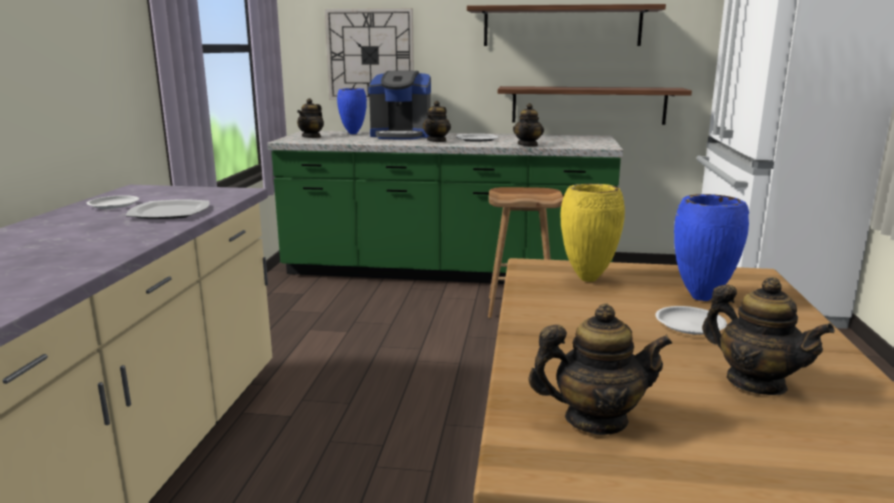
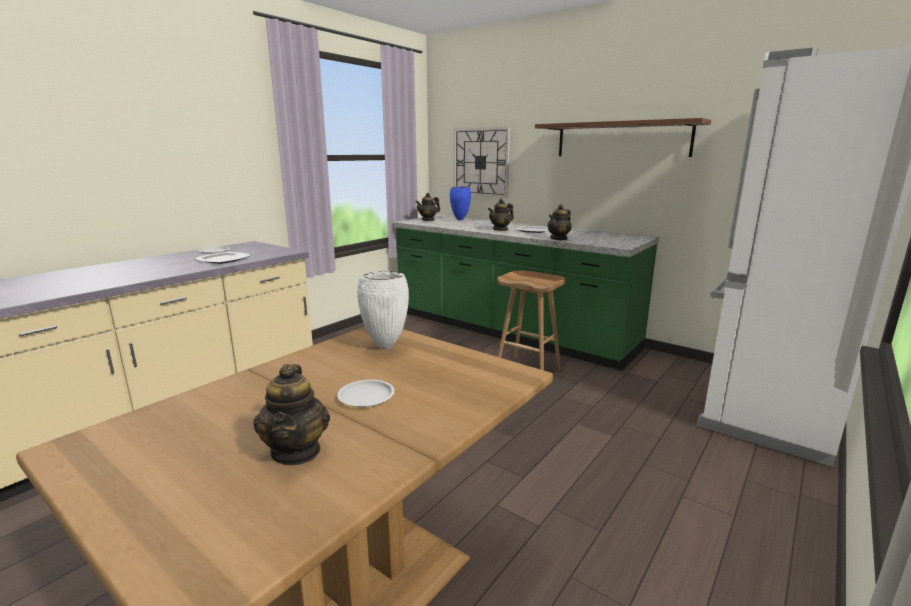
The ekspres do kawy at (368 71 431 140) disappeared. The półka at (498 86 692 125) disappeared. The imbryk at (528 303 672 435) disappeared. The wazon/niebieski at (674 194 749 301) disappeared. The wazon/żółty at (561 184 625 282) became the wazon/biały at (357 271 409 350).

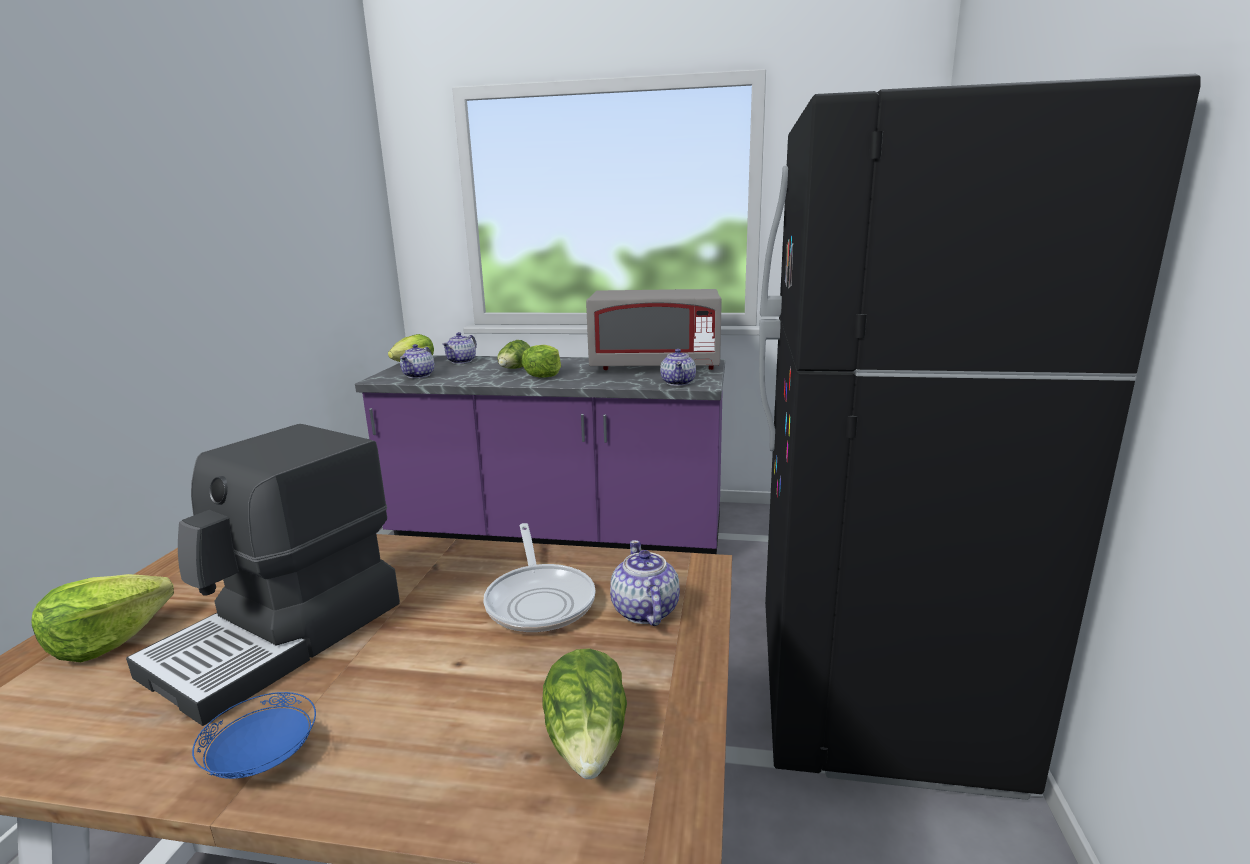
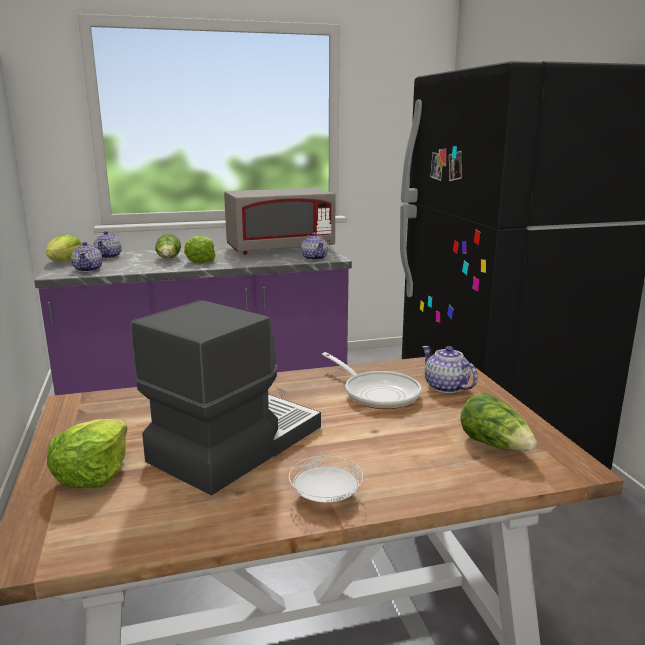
The talerz/niebieski at (192 692 316 779) became the talerz/biały at (289 456 363 502). The ekspres do kawy at (126 424 400 726) turned 150 degrees counterclockwise.

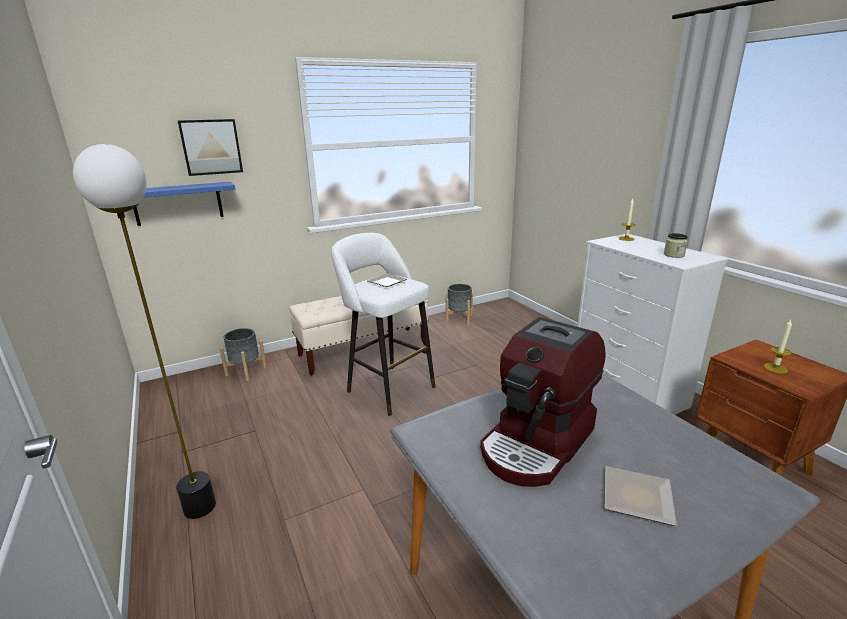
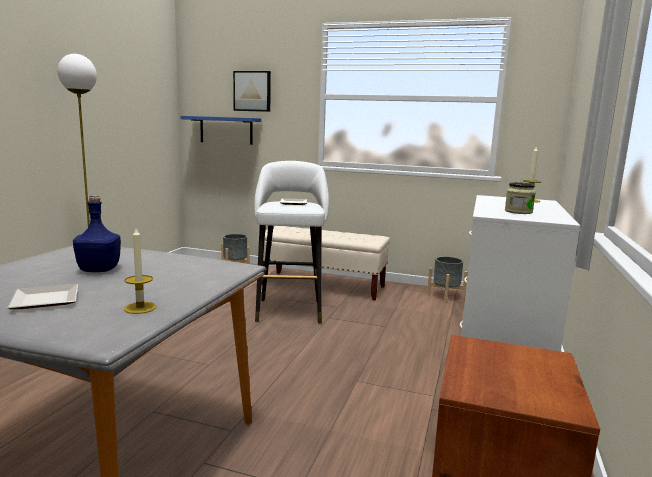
The świeca moved from (764 320 792 374) to (124 228 157 314). The ekspres do kawy at (480 317 606 487) was replaced by the butelka/niebieski at (73 195 121 272).

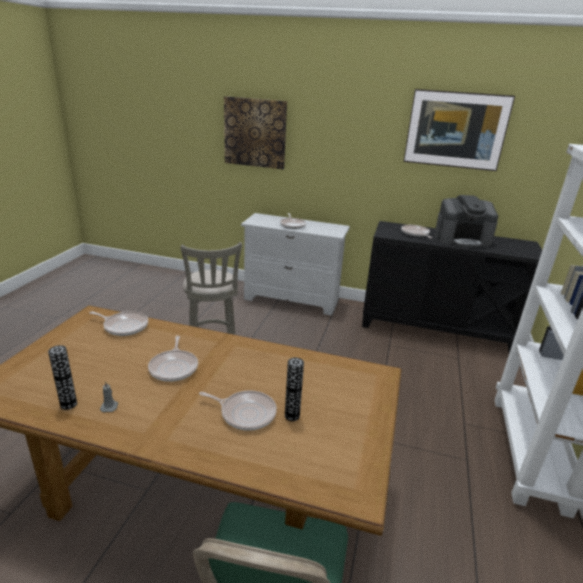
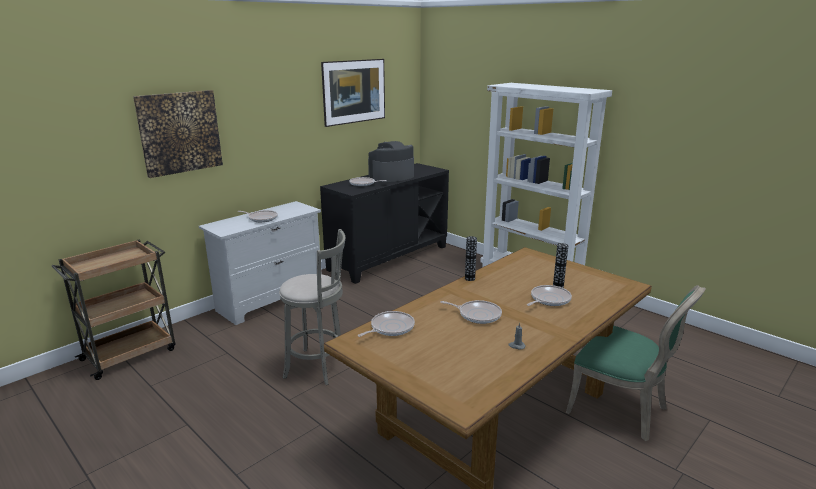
The wózek/brązowy at (51 240 175 380) appeared. The wazon moved from (48 345 77 410) to (465 236 477 281). The ekspres do kawy at (434 195 498 248) turned 150 degrees counterclockwise.

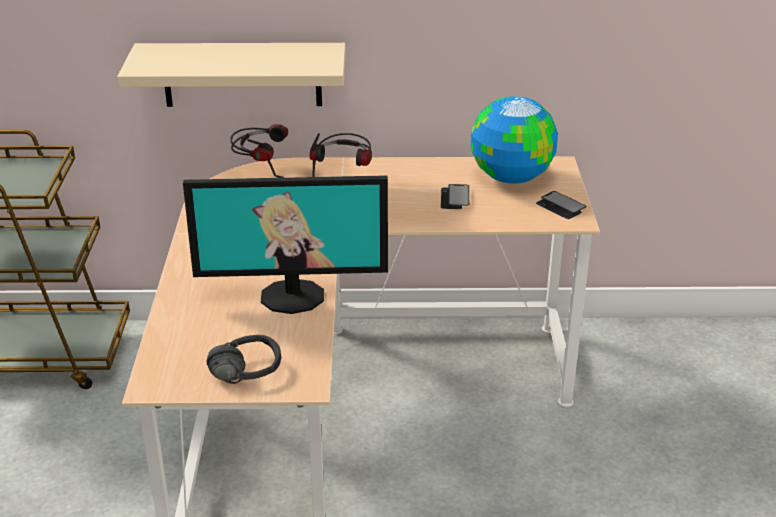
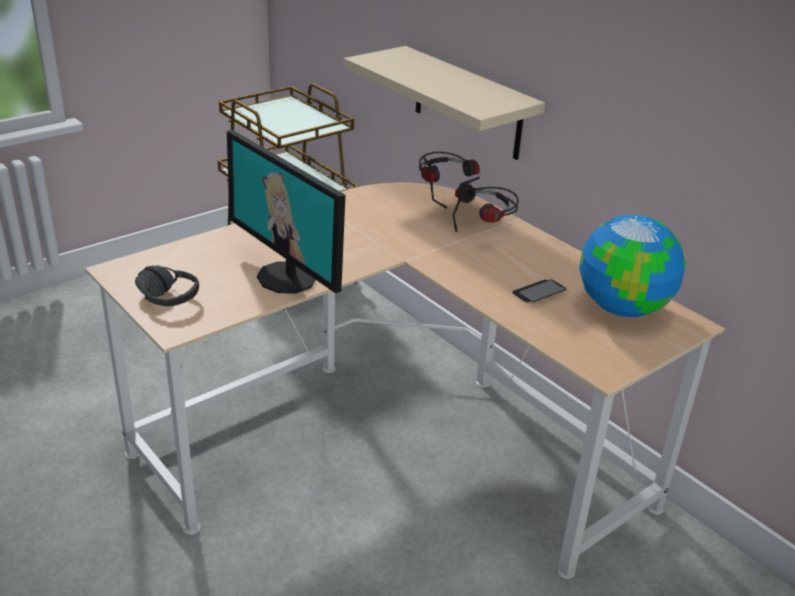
The telefon at (536 191 586 219) disappeared.

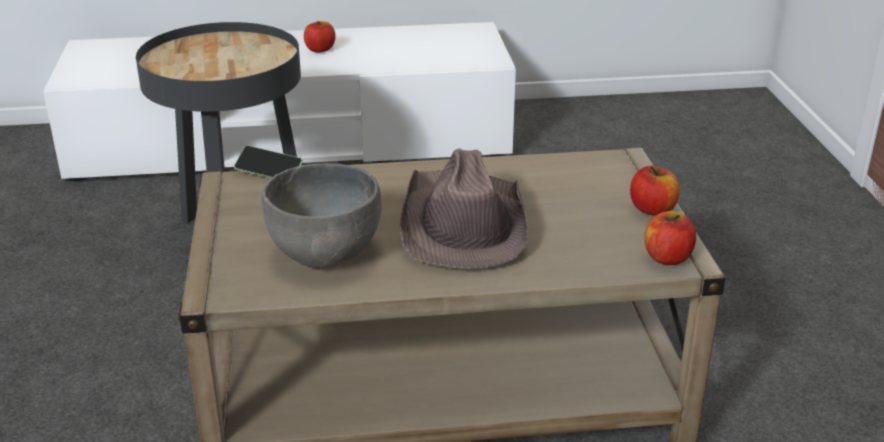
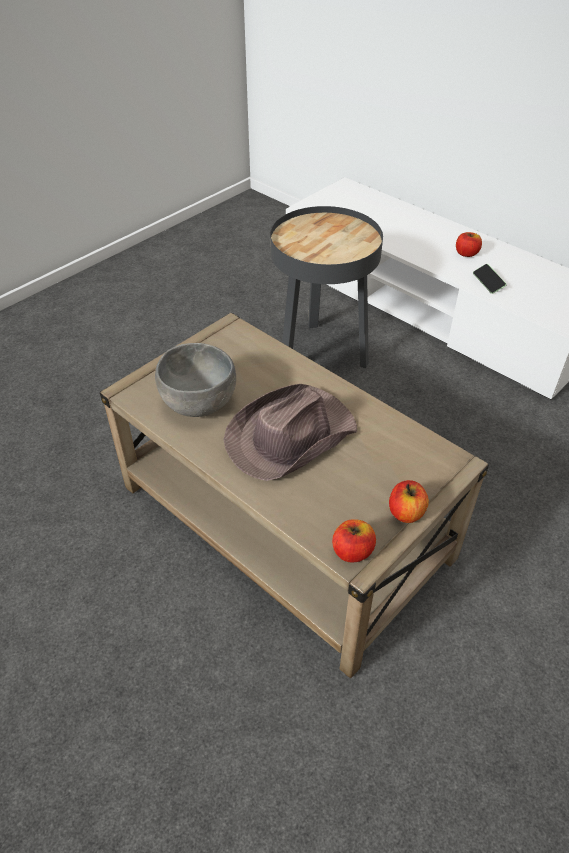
The telefon moved from (234 145 303 178) to (473 264 507 294).

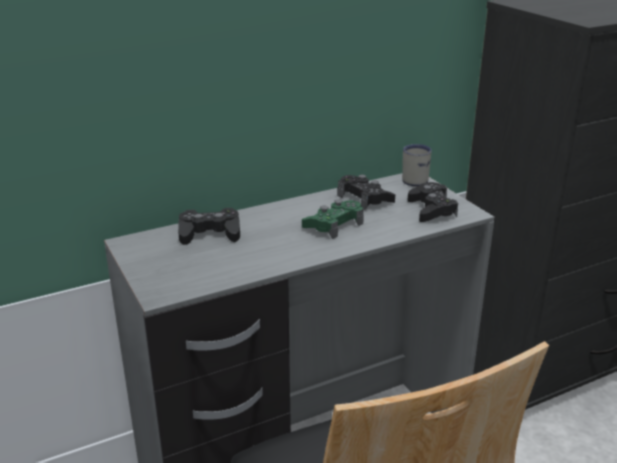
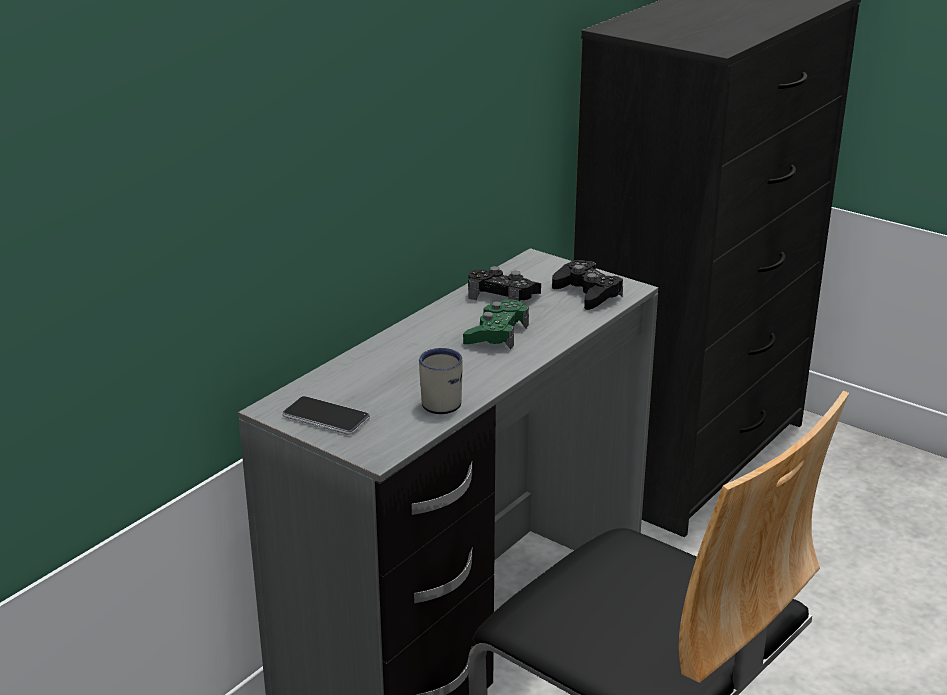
The pad do gier/czarny at (178 208 240 245) disappeared. The telefon at (282 396 370 435) appeared. The kubek/biały moved from (402 144 432 187) to (419 348 462 414).

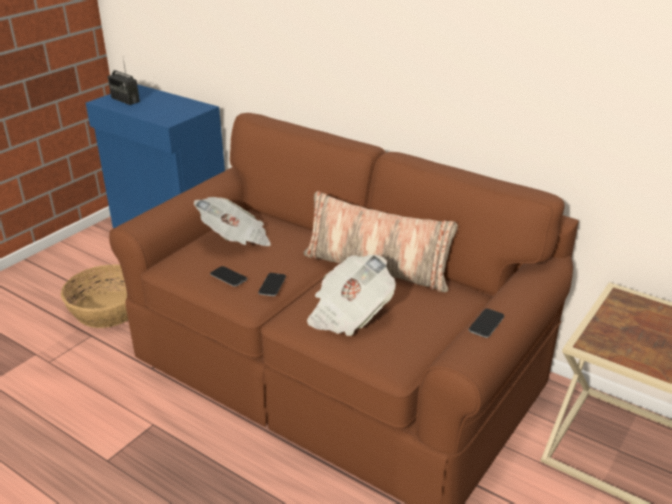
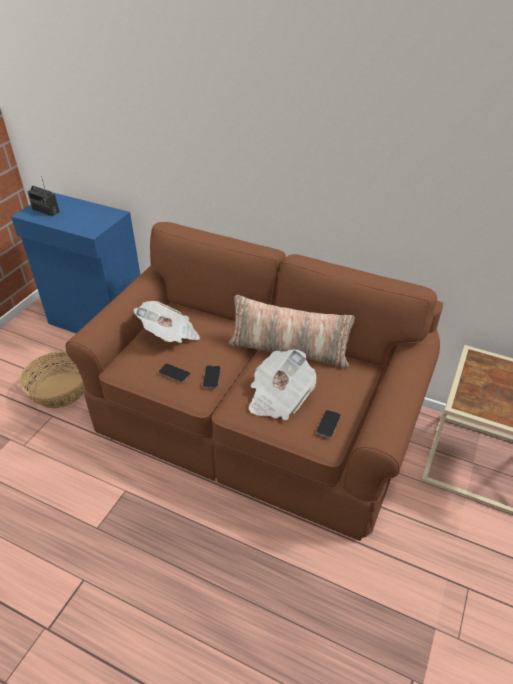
The telefon moved from (469 309 504 338) to (316 410 341 438).

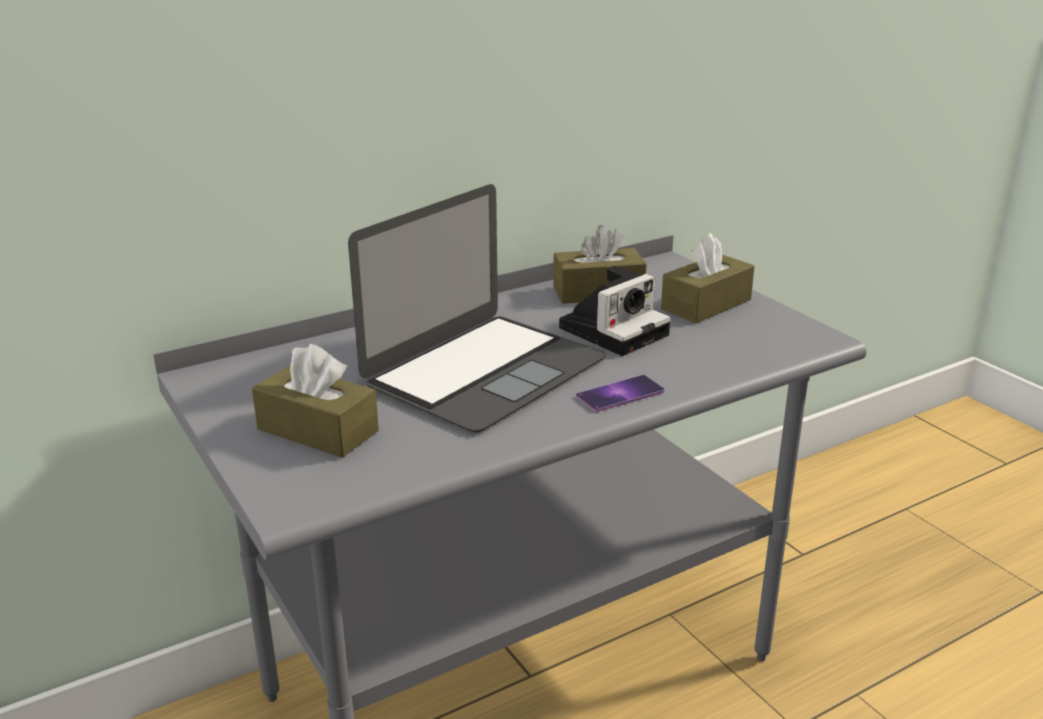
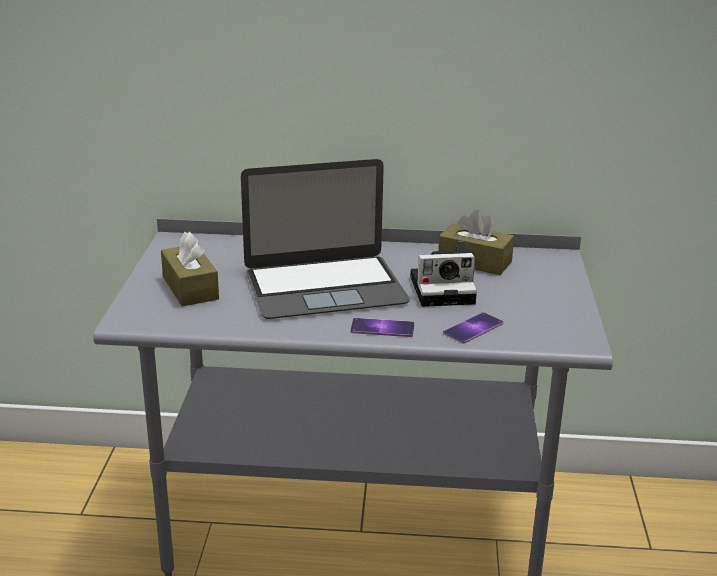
The pudełko chusteczek/brązowy at (661 233 754 323) disappeared. The telefon at (443 312 503 344) appeared.

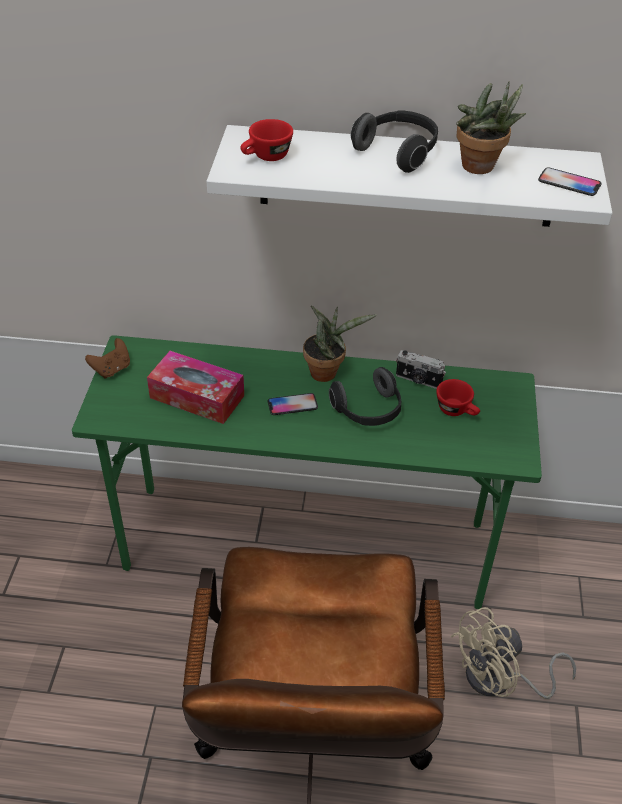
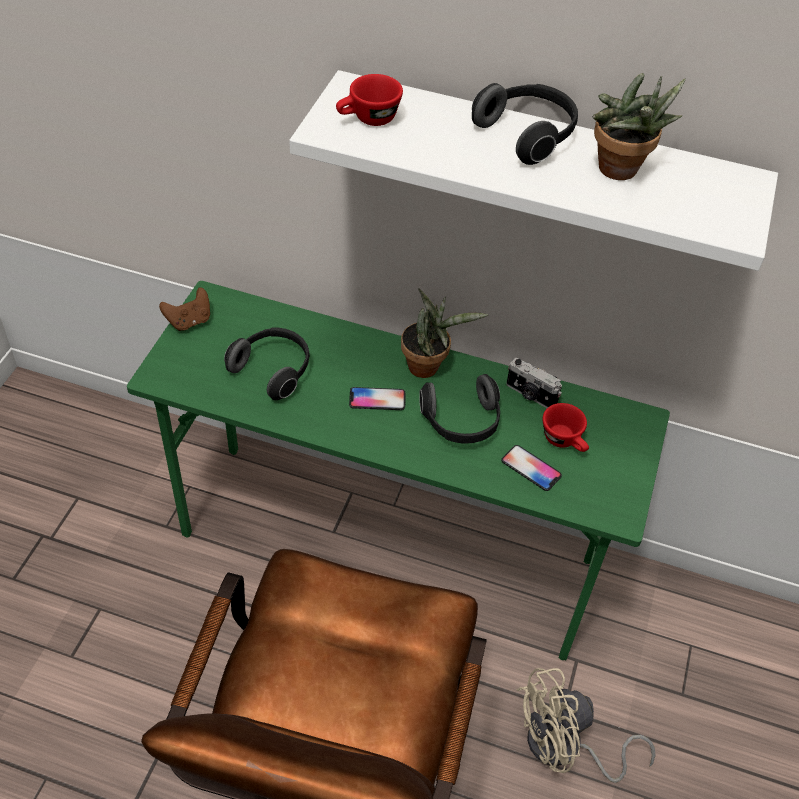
The telefon moved from (538 167 602 196) to (501 445 562 491). The pudełko chusteczek at (147 351 244 424) was replaced by the słuchawki at (224 327 310 400).

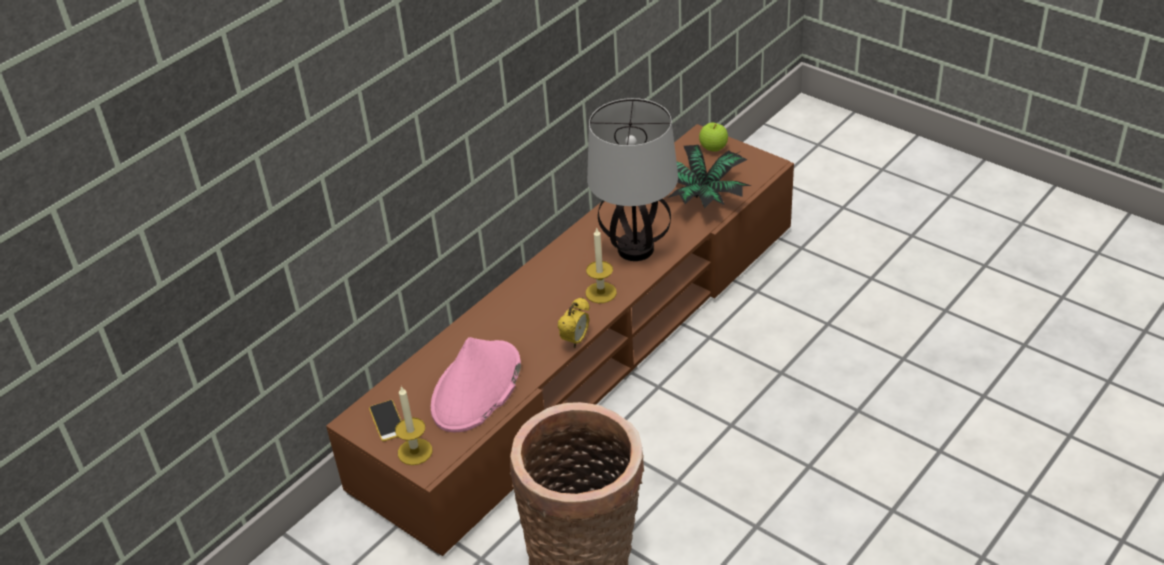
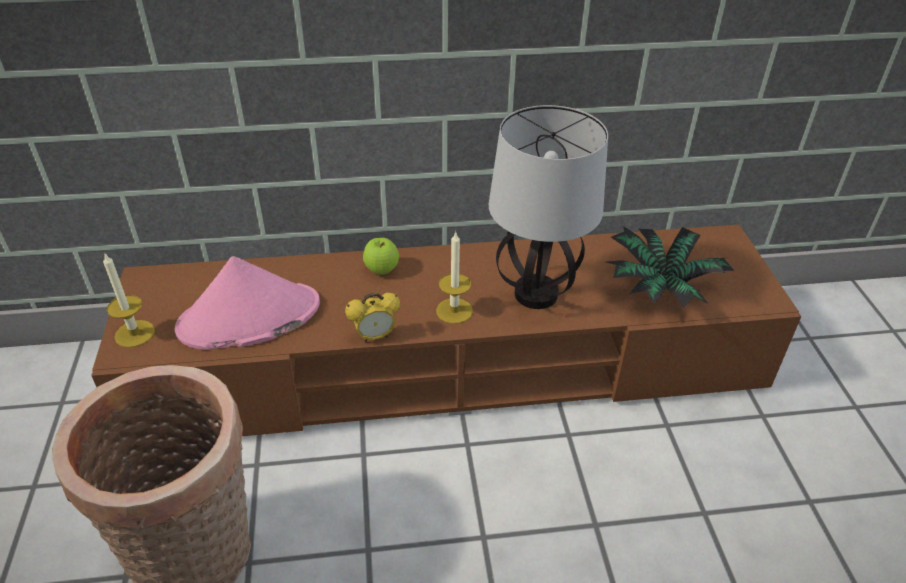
The telefon at (369 400 401 441) disappeared. The jabłko moved from (699 123 728 152) to (363 238 399 275).

